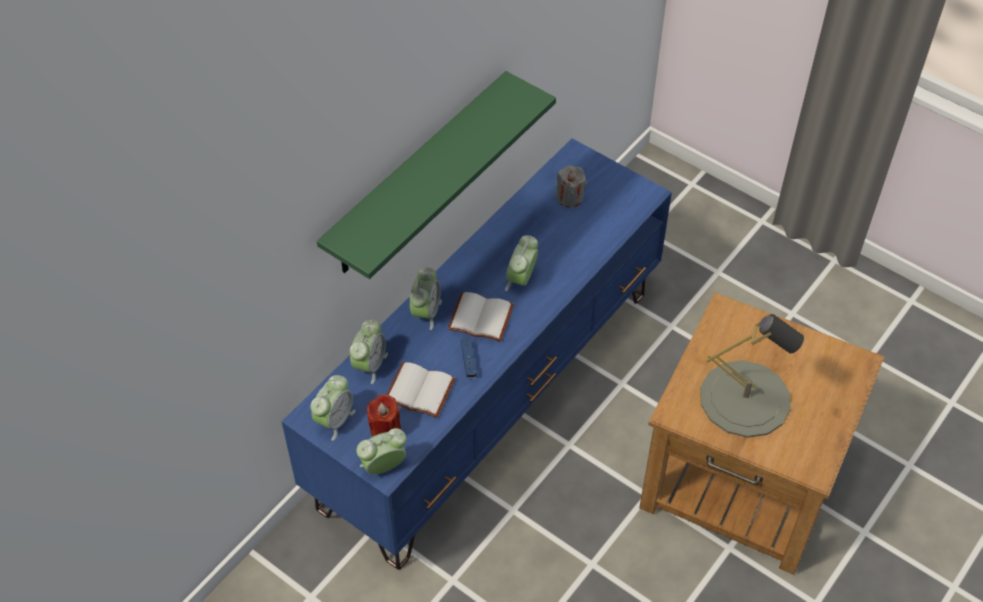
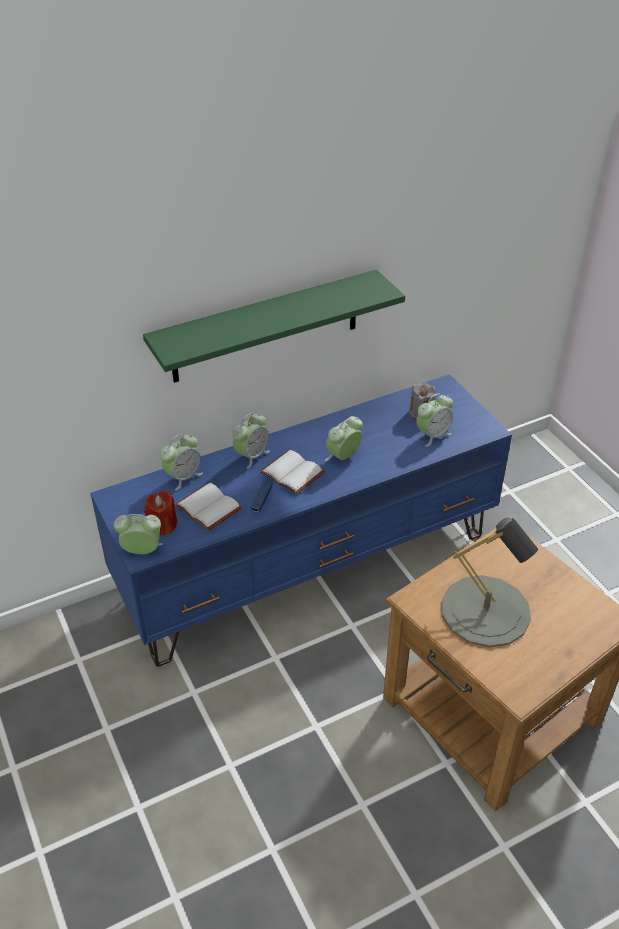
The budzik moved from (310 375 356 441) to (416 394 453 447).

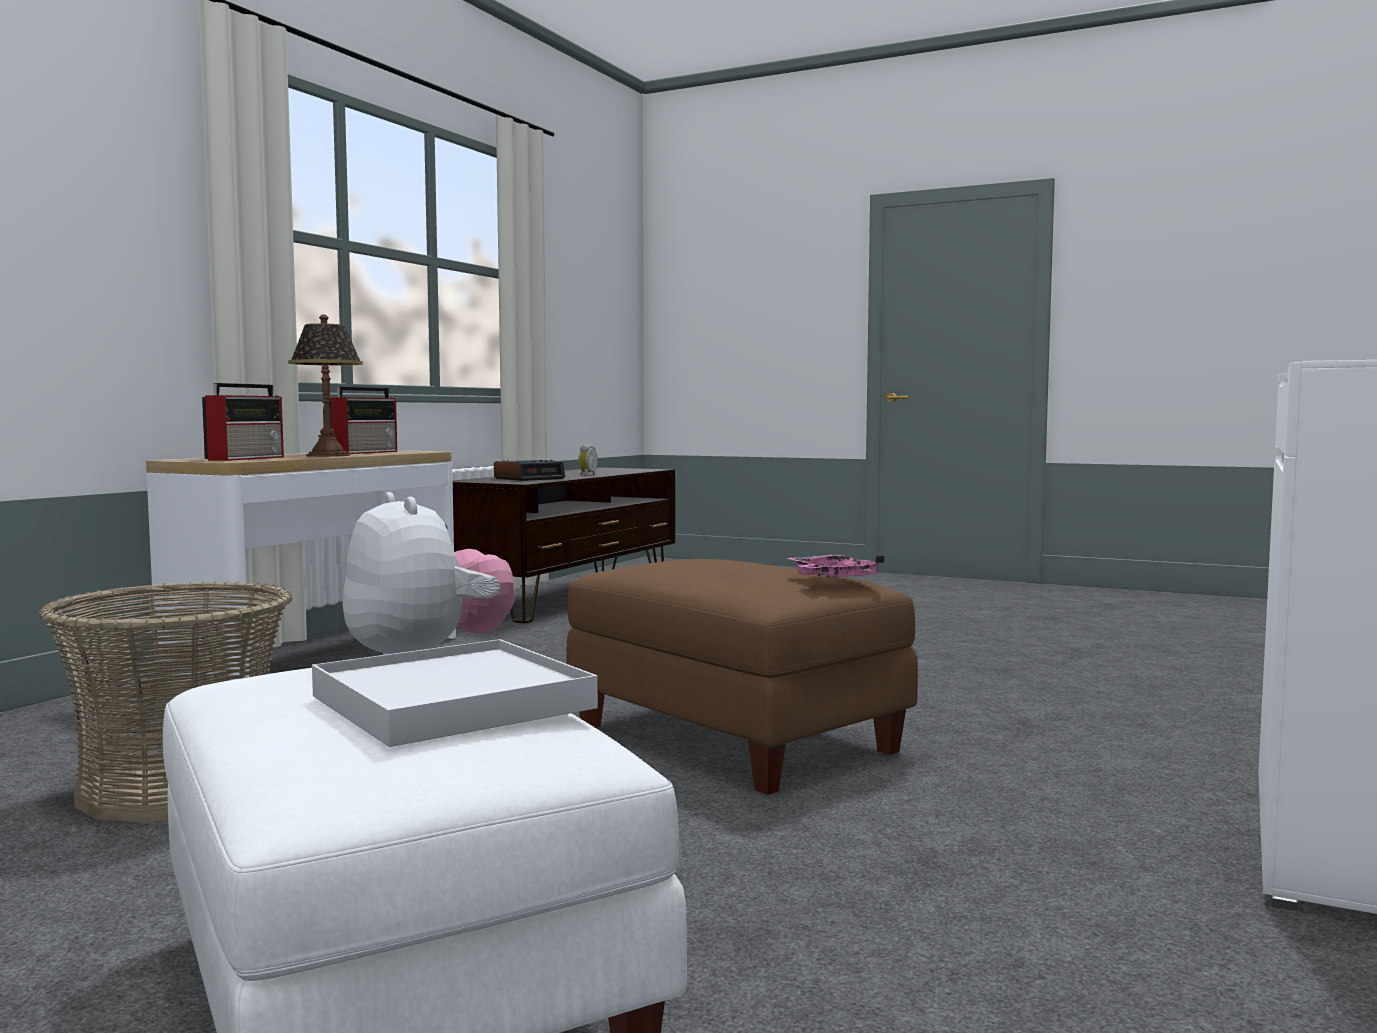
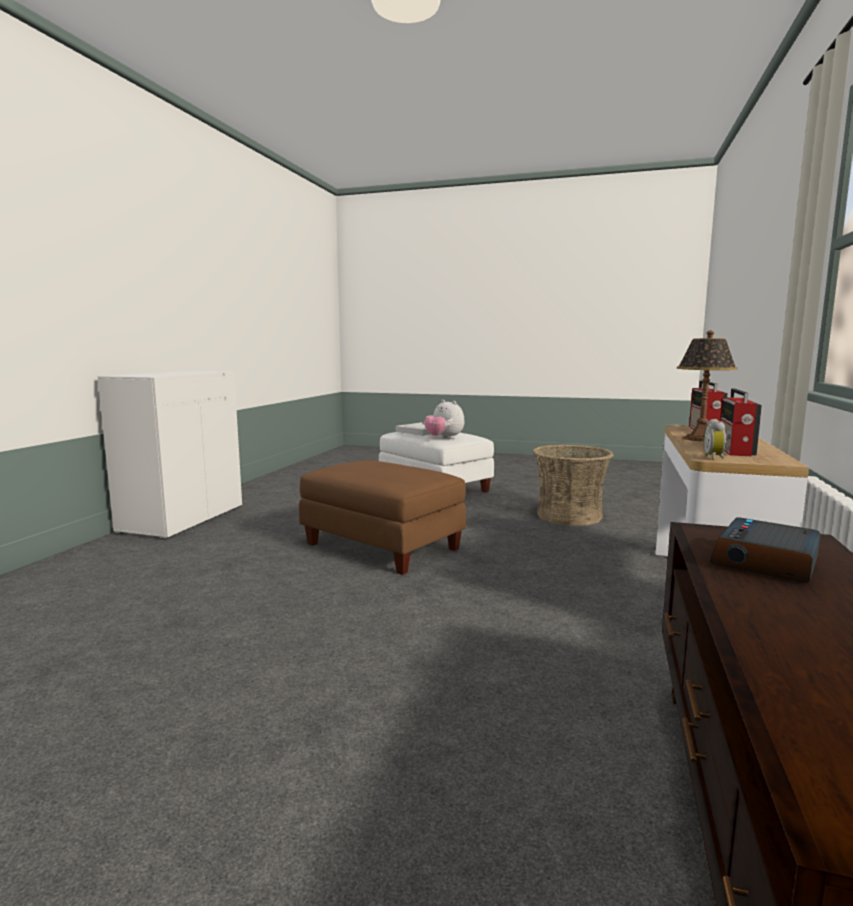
The taca/różowy at (787 555 885 578) disappeared. The budzik moved from (578 444 598 475) to (703 419 726 460).

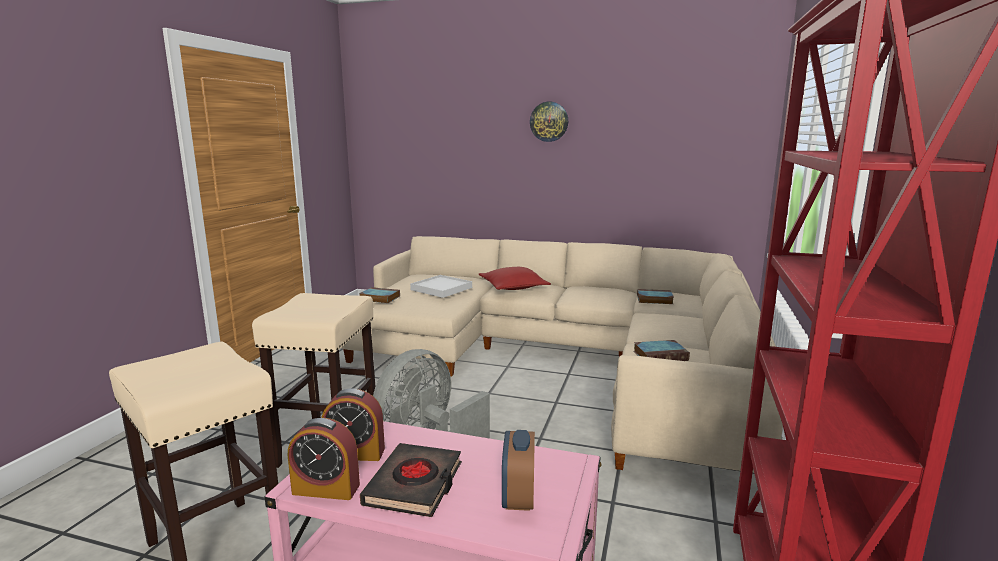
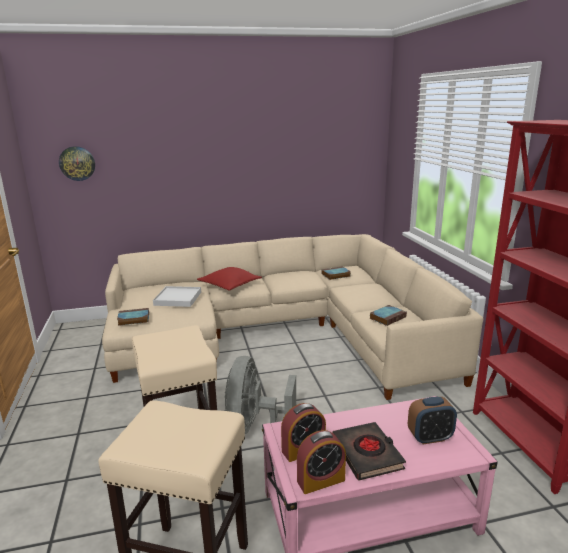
The zegar ścienny moved from (530 102 568 142) to (59 146 95 181). The budzik at (502 430 535 511) turned 75 degrees counterclockwise.

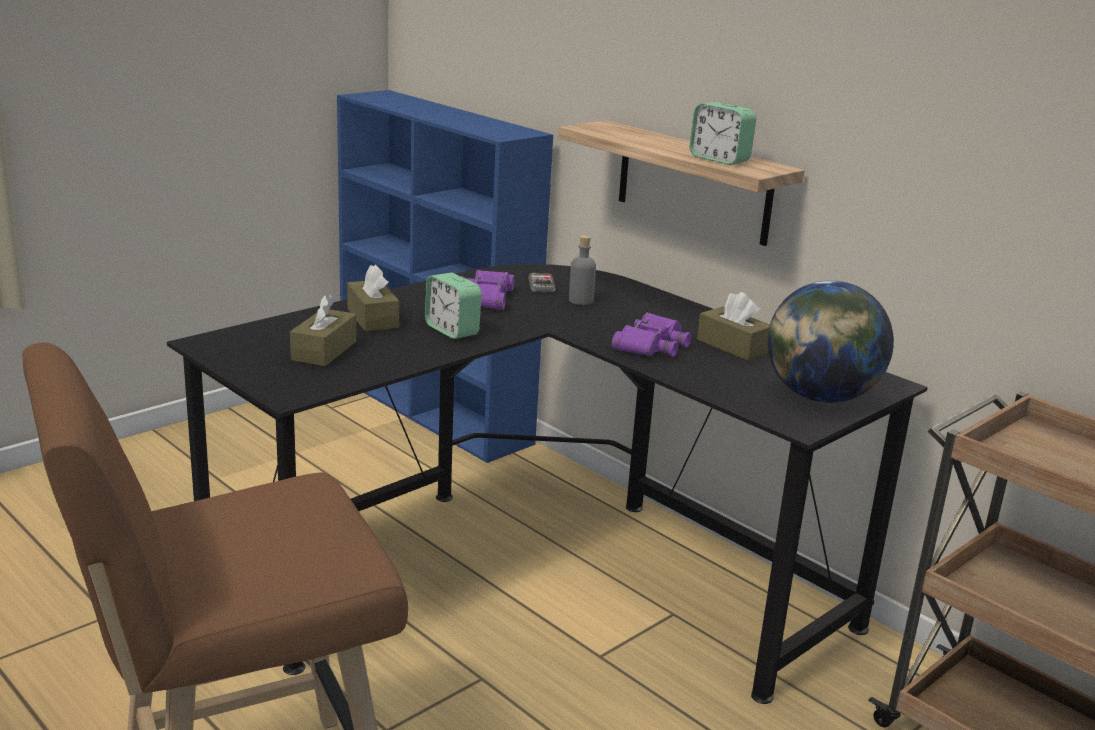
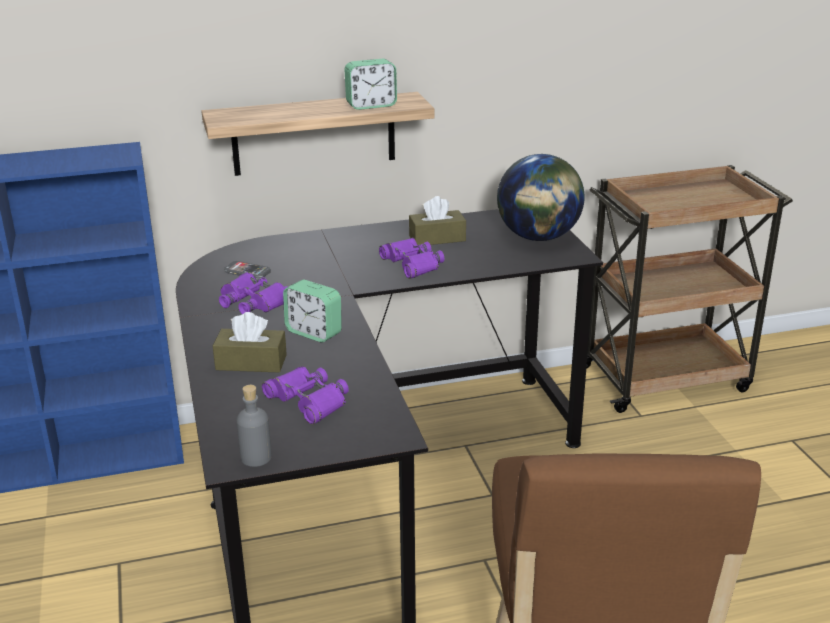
The butelka/szary moved from (569 235 596 305) to (236 385 272 467). The pudełko chusteczek/brązowy at (290 294 356 366) was replaced by the lornetka/fioletowy at (262 366 349 425). The budzik at (425 273 482 339) turned 45 degrees clockwise.

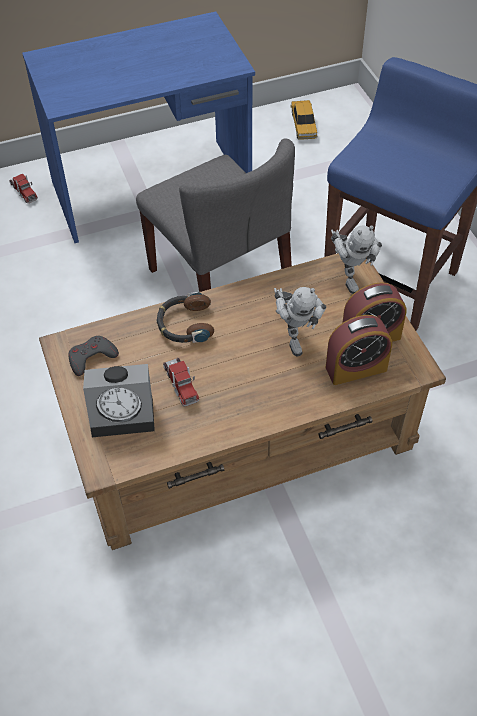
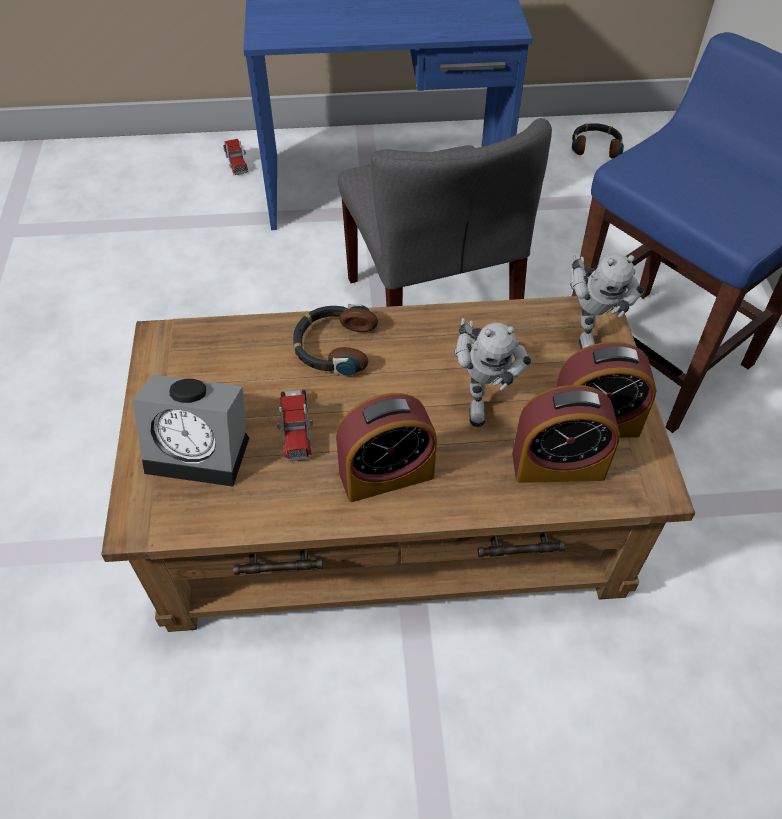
The pad do gier/szary at (69 336 119 376) disappeared. The budzik at (336 393 437 502) appeared. The samochodzik at (290 100 317 140) was replaced by the słuchawki at (572 123 624 159).

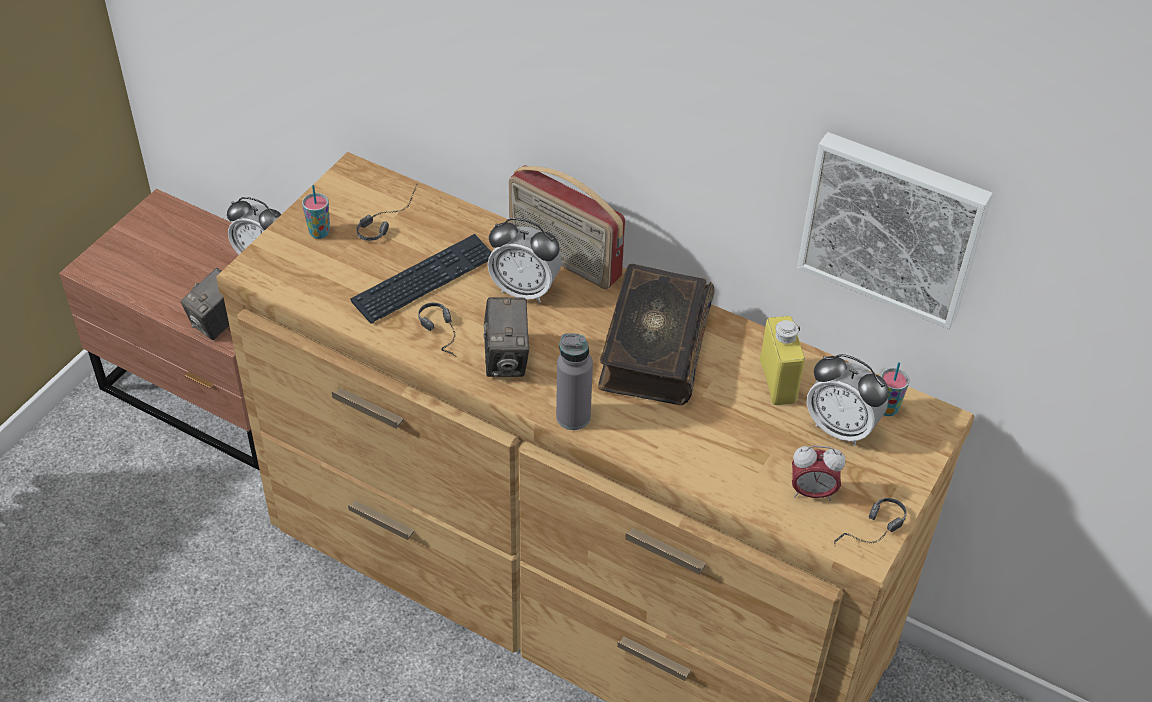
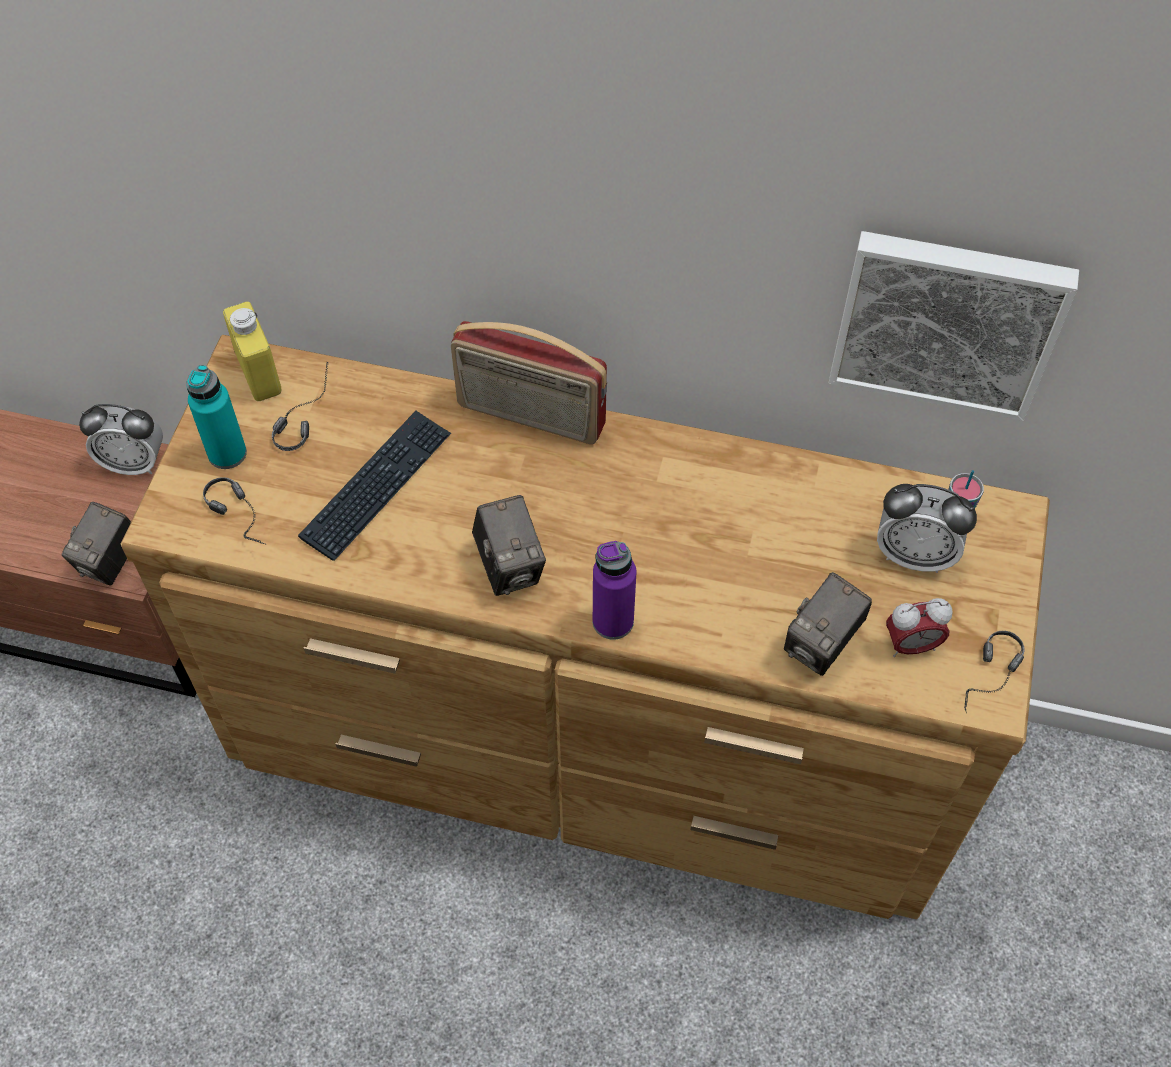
The budzik at (488 218 562 303) disappeared. The książka at (598 264 714 405) disappeared. The aparat fotograficzny at (784 572 872 676) appeared. The słuchawki moved from (418 302 457 357) to (203 477 265 544). The butelka/żółty moved from (760 316 805 405) to (223 302 282 401). The filiżanka at (302 185 330 239) was replaced by the butelka/turkusowy at (186 365 247 469). The butelka/szary at (556 333 593 430) became the butelka/fioletowy at (592 541 636 640).

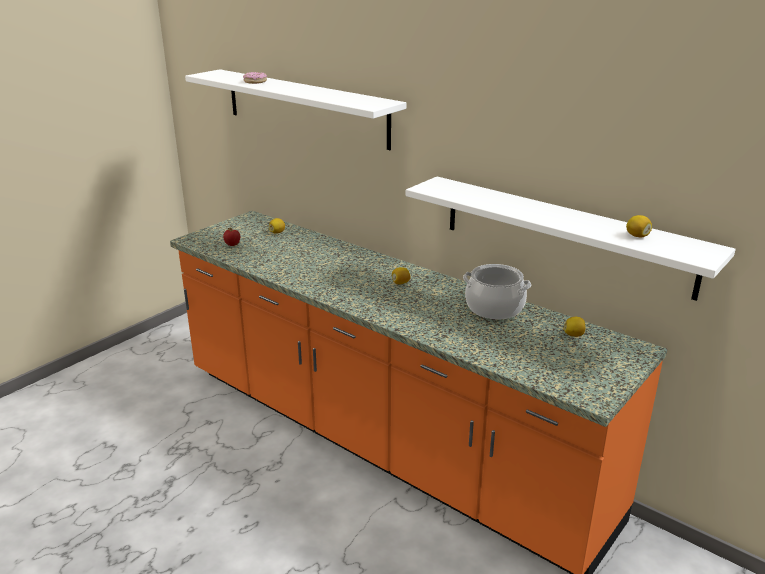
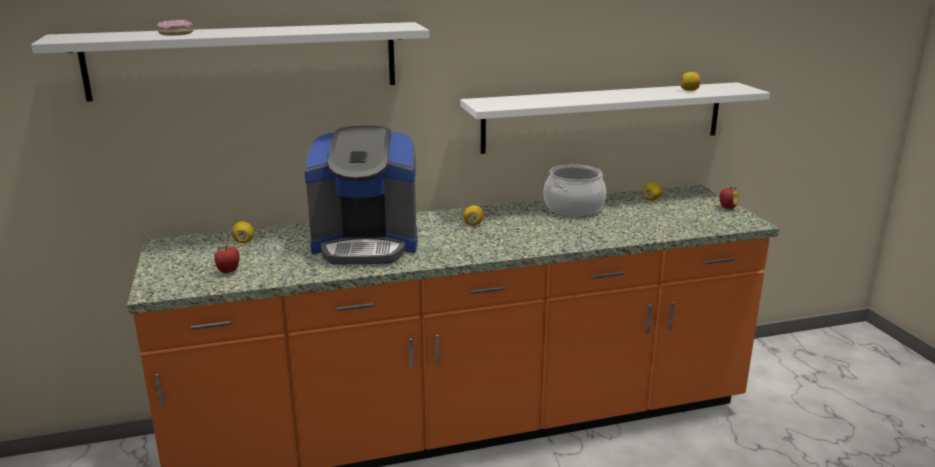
The ekspres do kawy at (304 126 417 264) appeared. The jabłko at (719 186 739 209) appeared.

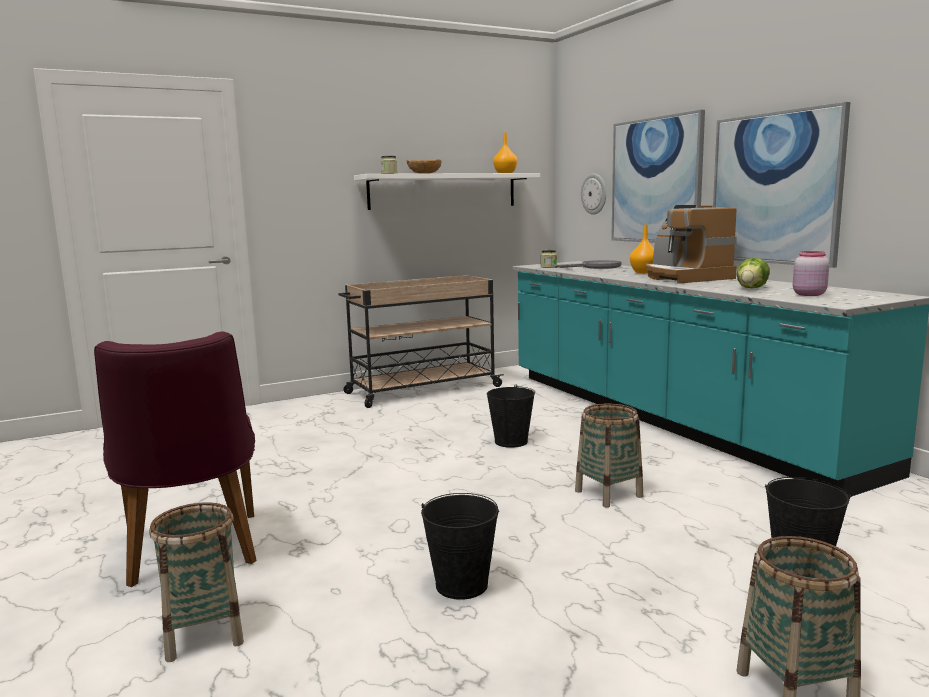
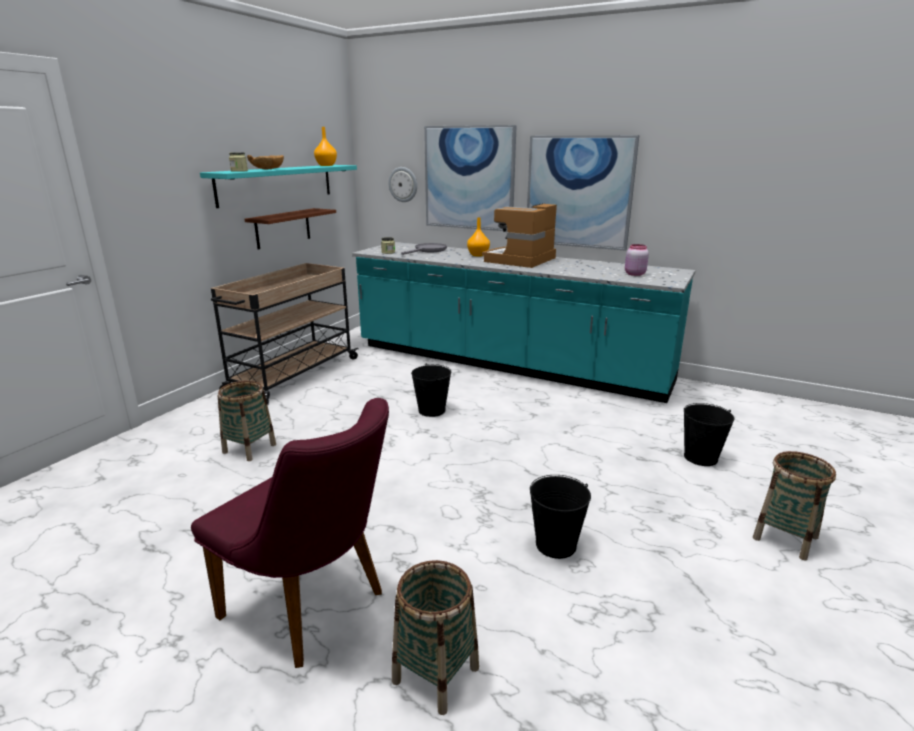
The sałata at (737 258 770 288) disappeared. The półka/brązowy at (244 208 336 249) appeared. The koszyk moved from (575 403 643 508) to (218 381 276 461). The półka/biały at (354 173 540 210) became the półka/turkusowy at (200 165 357 208). The ekspres do kawy at (645 205 737 284) turned 90 degrees clockwise.

